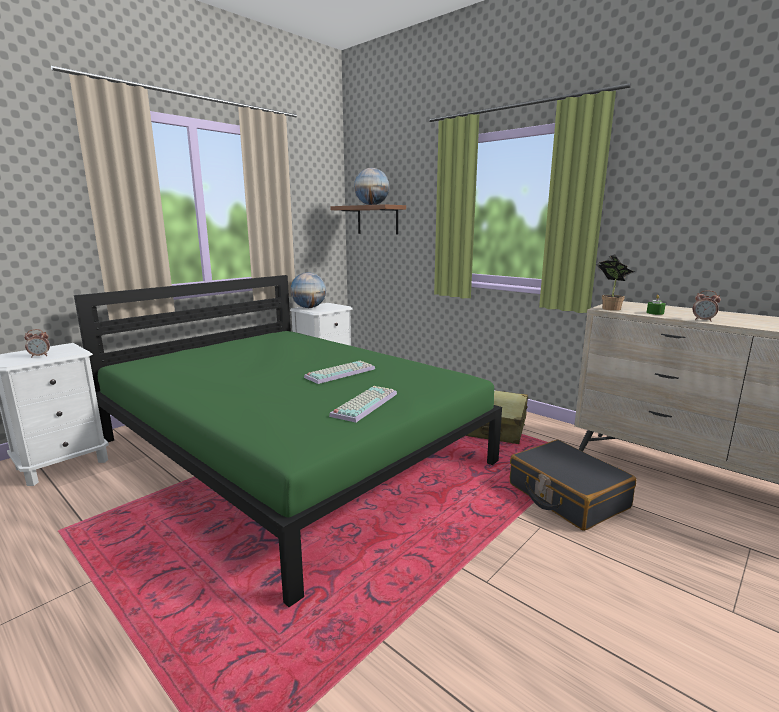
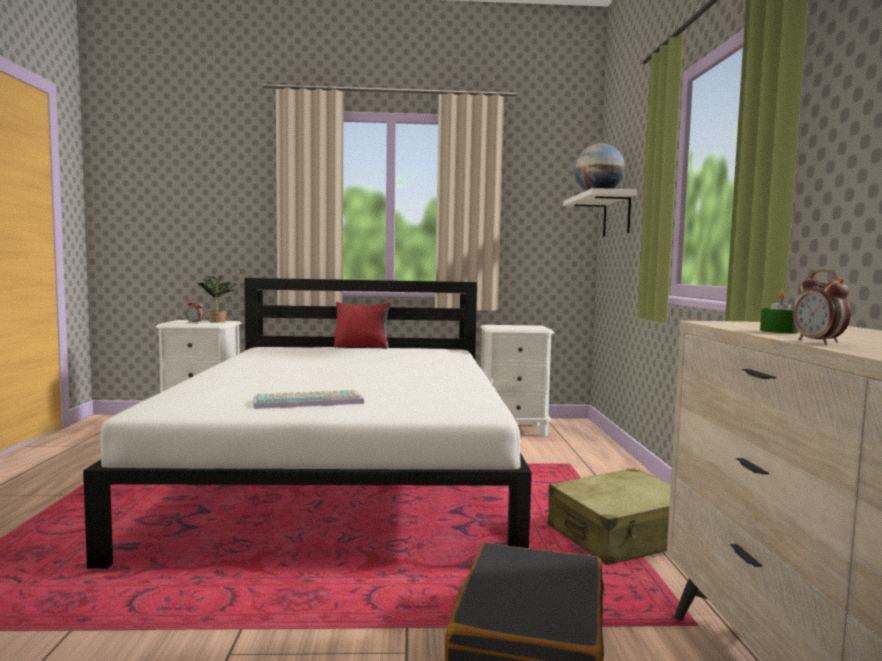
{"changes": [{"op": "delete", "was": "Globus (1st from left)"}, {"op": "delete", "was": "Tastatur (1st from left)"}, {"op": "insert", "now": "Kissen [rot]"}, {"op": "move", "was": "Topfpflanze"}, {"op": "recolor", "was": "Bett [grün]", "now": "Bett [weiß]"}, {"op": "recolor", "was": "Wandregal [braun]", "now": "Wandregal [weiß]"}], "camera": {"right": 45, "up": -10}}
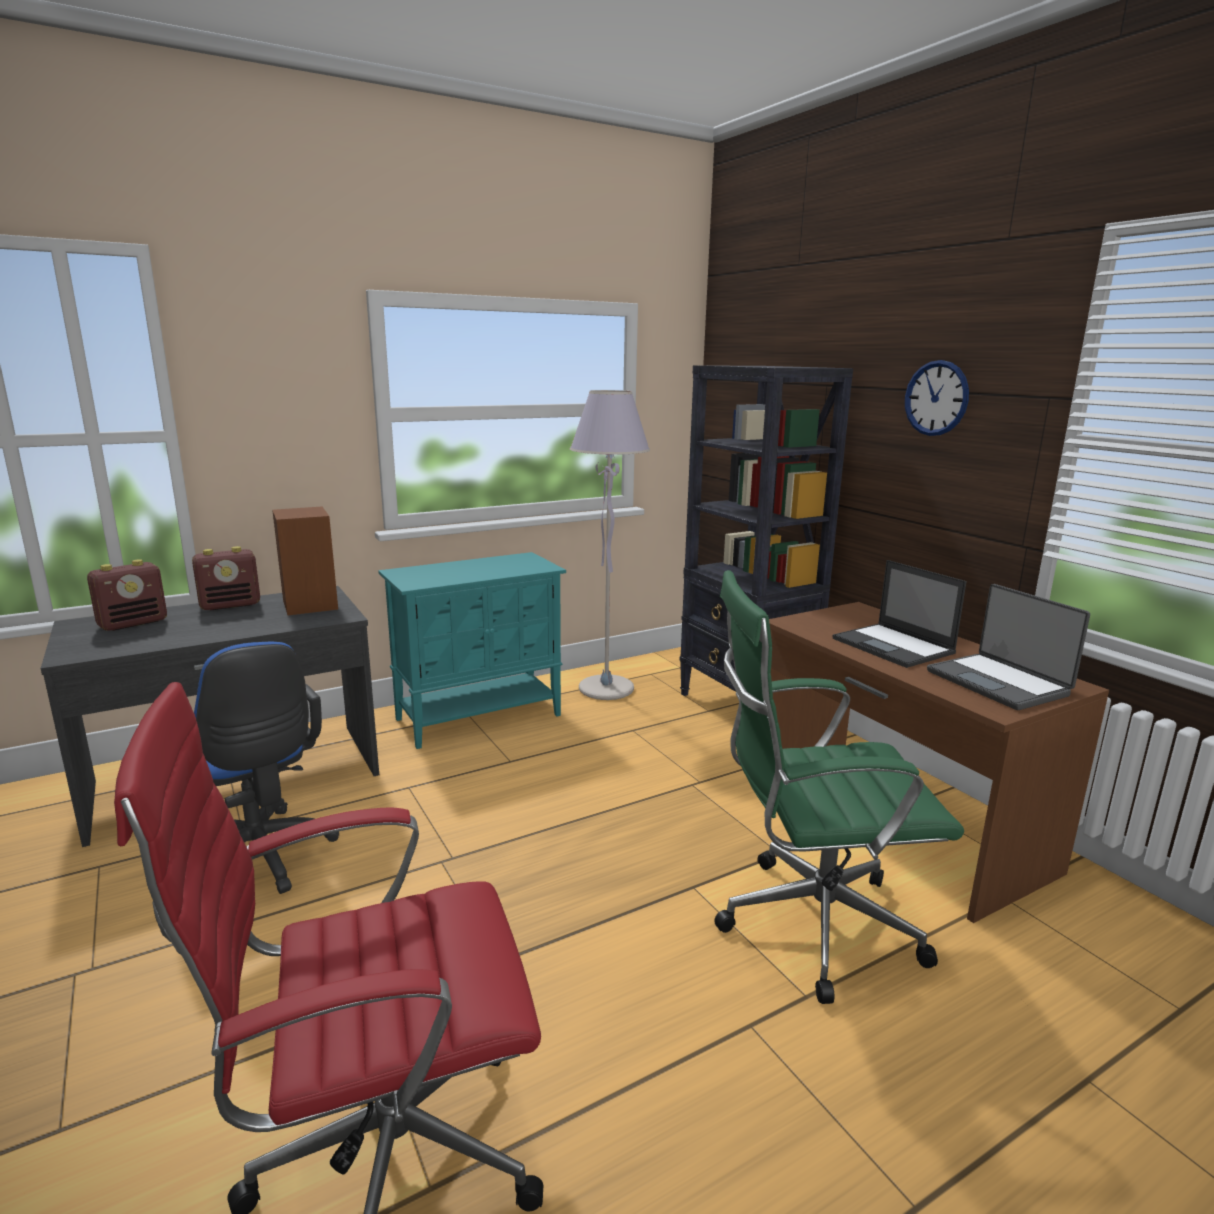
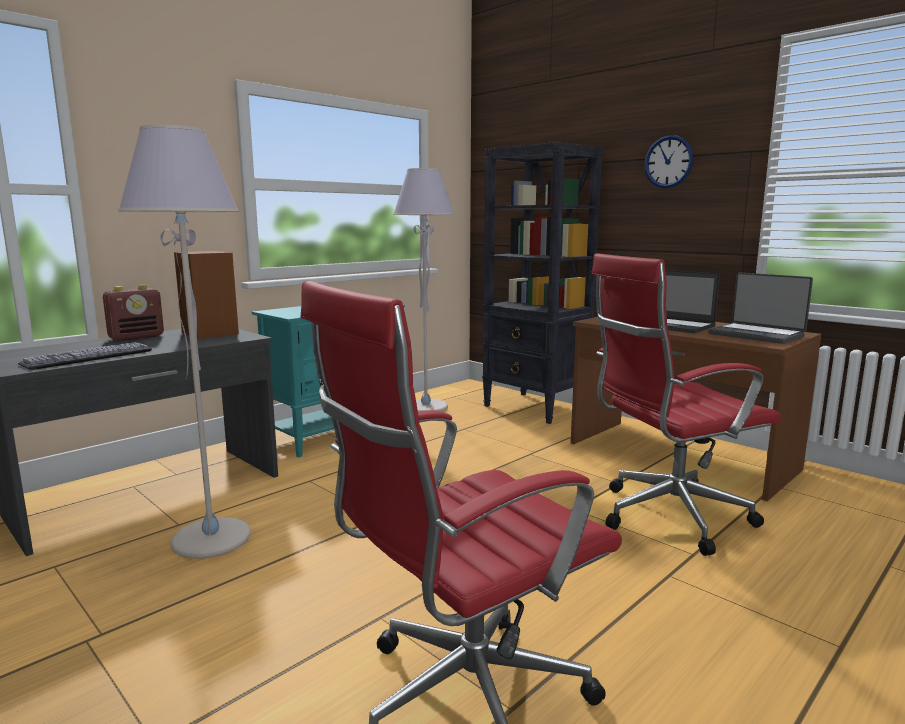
{"changes": [{"op": "delete", "was": "Radio (1st from left)"}, {"op": "insert", "now": "Tastatur"}, {"op": "replace", "was": "Bürostuhl [blau]", "now": "Stehlampe [grau] (1st from left)"}, {"op": "recolor", "was": "Bürostuhl [grün]", "now": "Bürostuhl [rot] (2nd from left)"}], "camera": {"right": -15, "up": -5}}
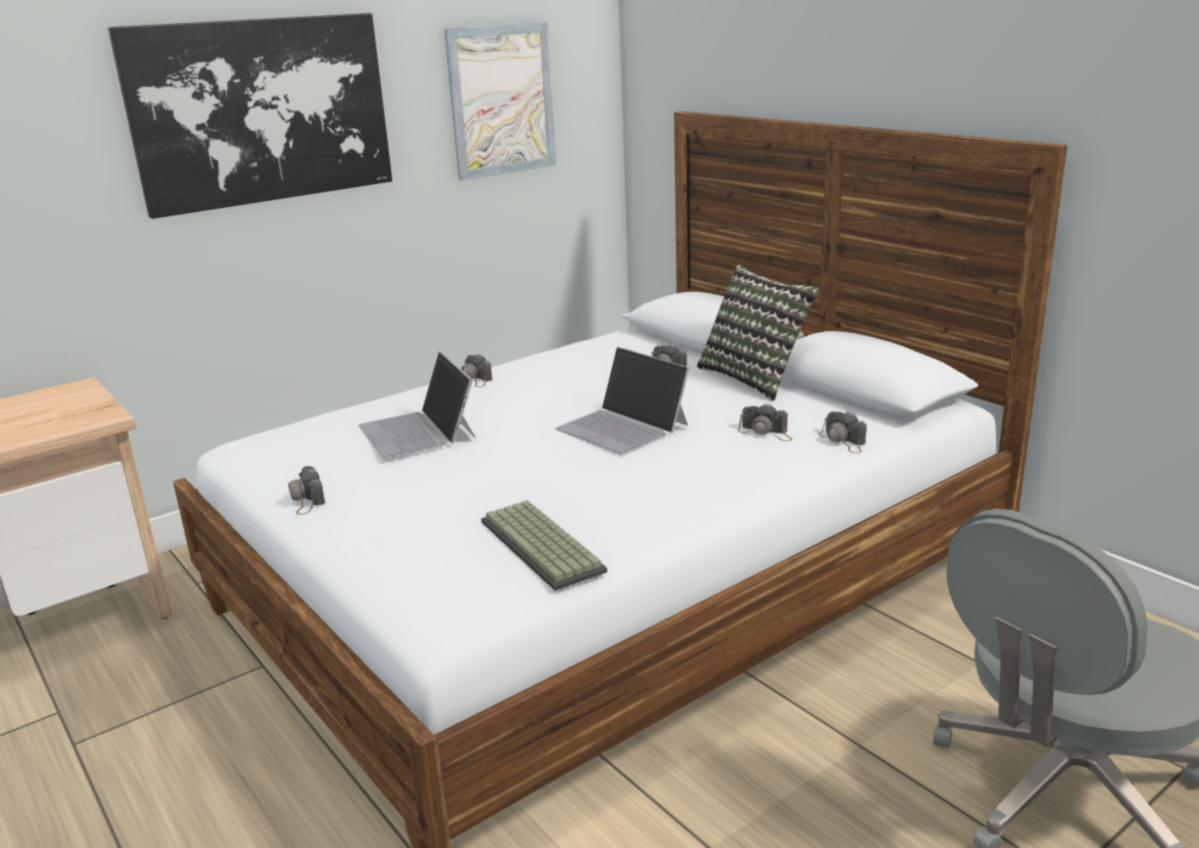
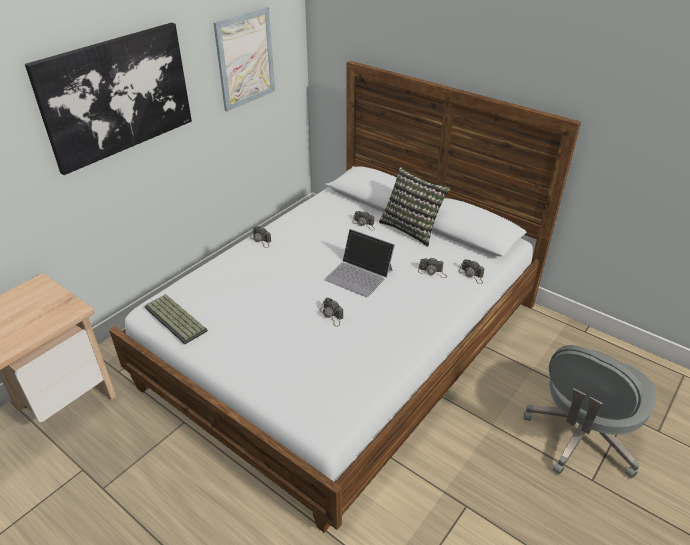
{"changes": [{"op": "delete", "was": "Laptop (1st from left)"}, {"op": "move", "was": "Kamera (1st from left in the first image)", "now": "Kamera (2nd from left)"}, {"op": "move", "was": "Tastatur"}], "camera": {"right": -15, "up": 15}}
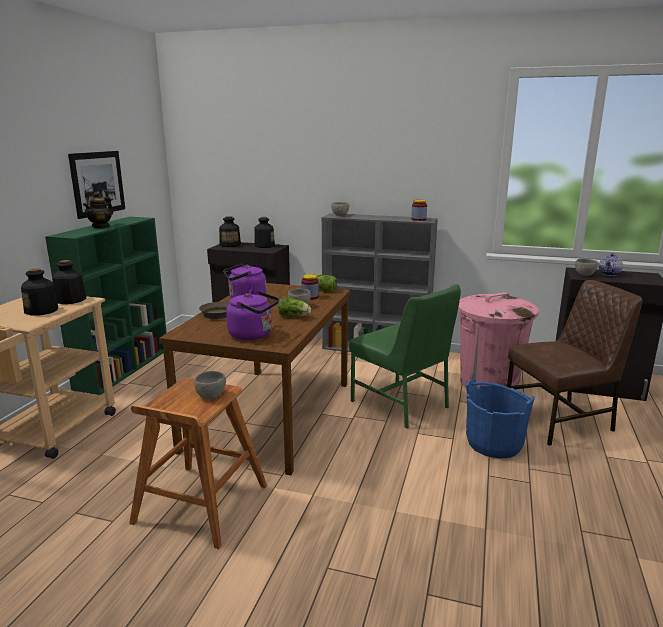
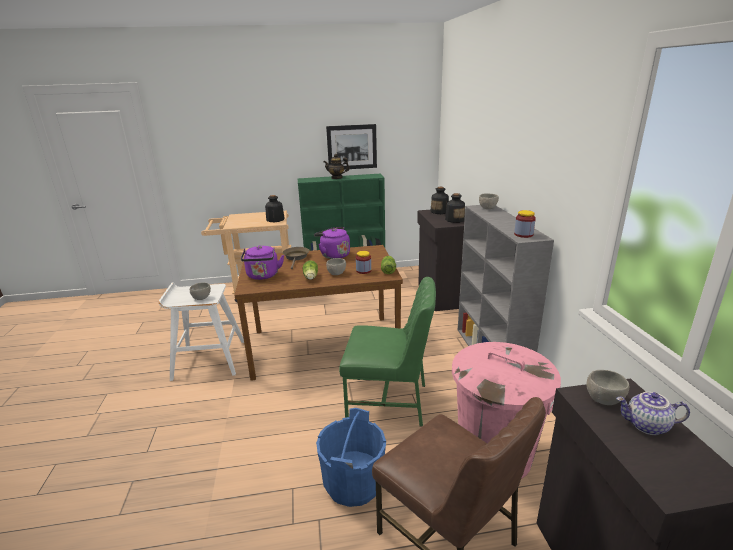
{"changes": [{"op": "delete", "was": "Flasche (1st from left)"}, {"op": "recolor", "was": "Hocker [braun]", "now": "Hocker [weiß]"}, {"op": "rotate", "was": "Stuhl [grün]", "clockwise": -105}], "camera": {"right": 65, "up": 5}}
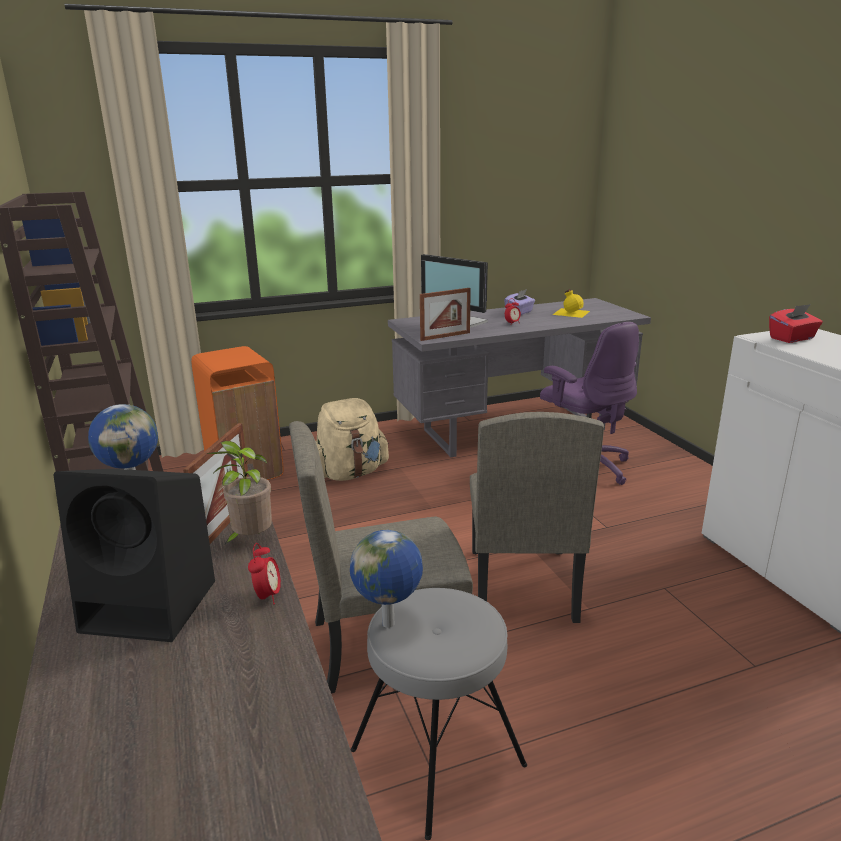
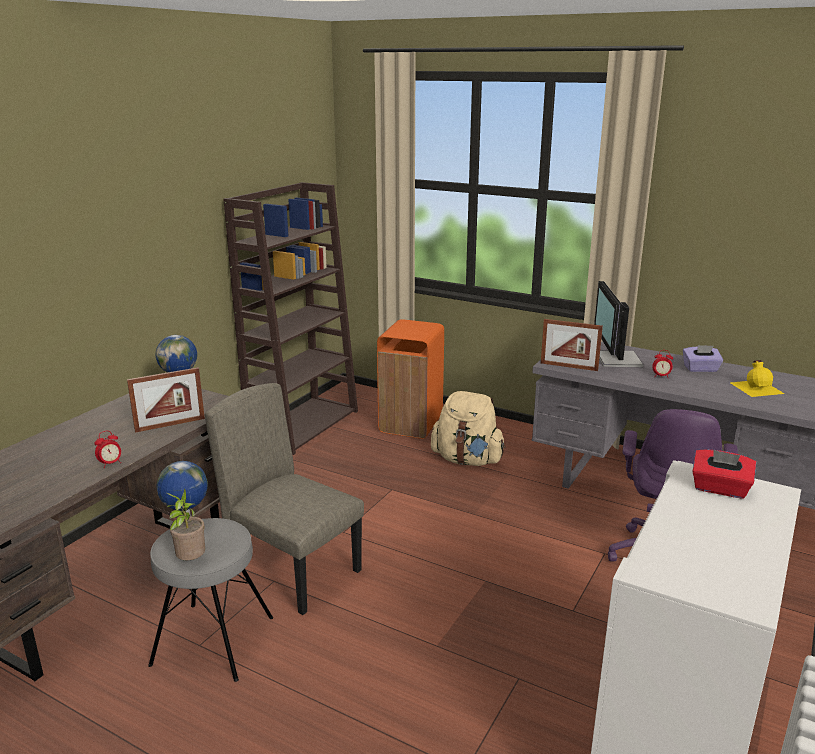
{"changes": [{"op": "delete", "was": "Lautsprecher [schwarz]"}, {"op": "delete", "was": "Stuhl [beige] (2nd from left)"}, {"op": "move", "was": "Topfpflanze"}], "camera": {"right": 50, "up": 0}}
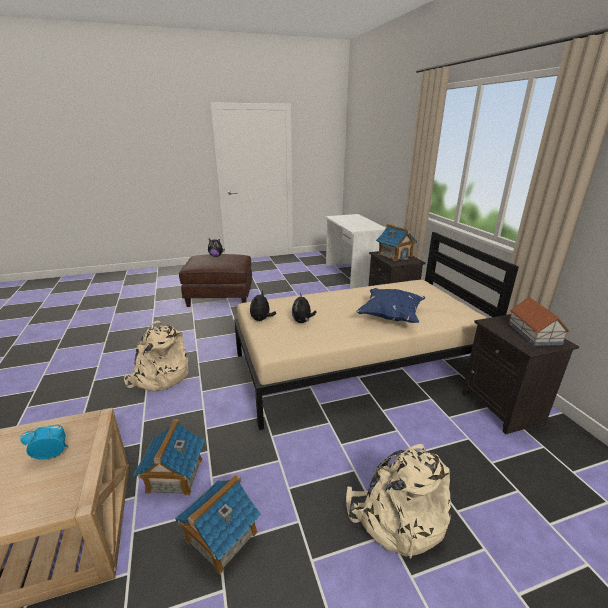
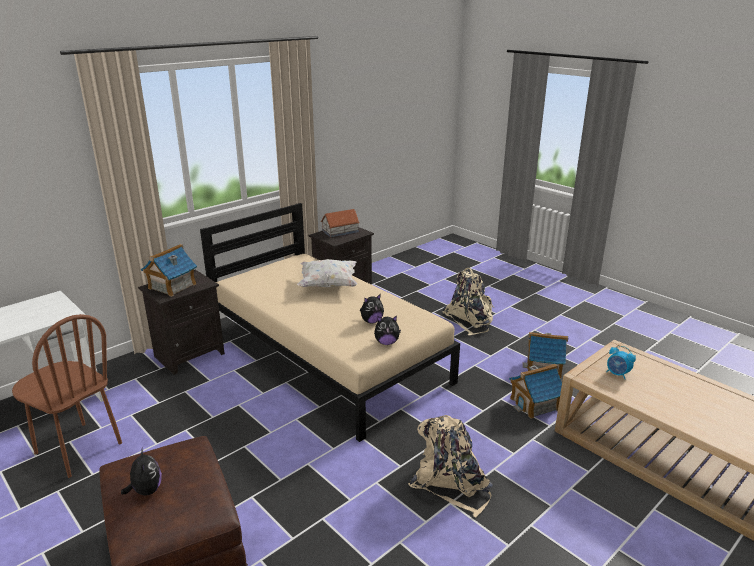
{"changes": [{"op": "insert", "now": "Stuhl [braun]"}, {"op": "recolor", "was": "Kissen [blau]", "now": "Kissen [weiß]"}], "camera": {"right": -115, "up": 0}}
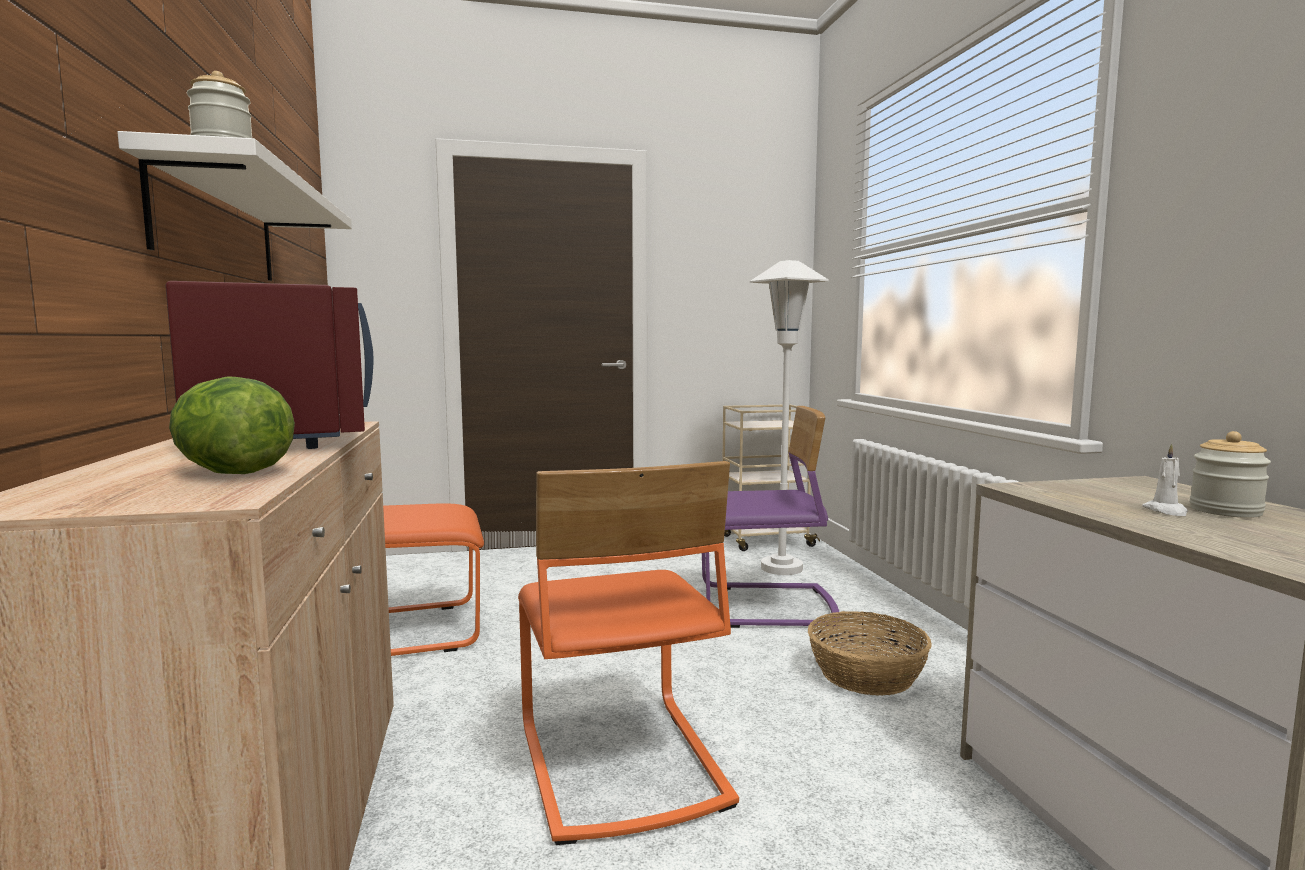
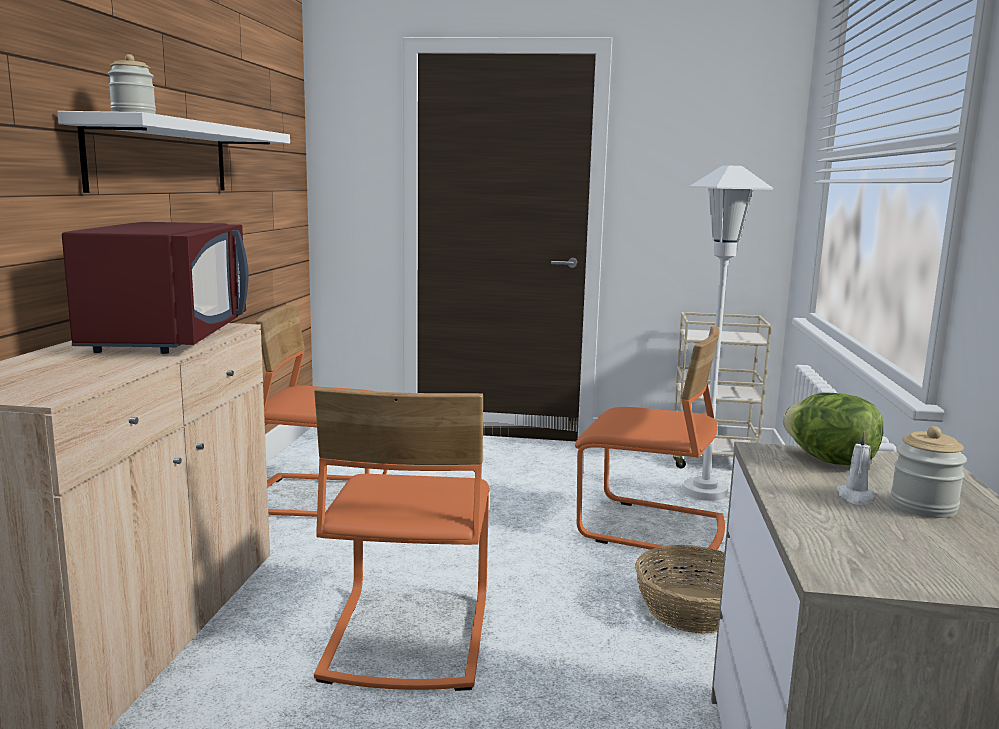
{"changes": [{"op": "move", "was": "Salatkopf"}, {"op": "recolor", "was": "Stuhl [lila]", "now": "Stuhl [orange] (3rd from left)"}], "camera": {"right": 20, "up": 5}}
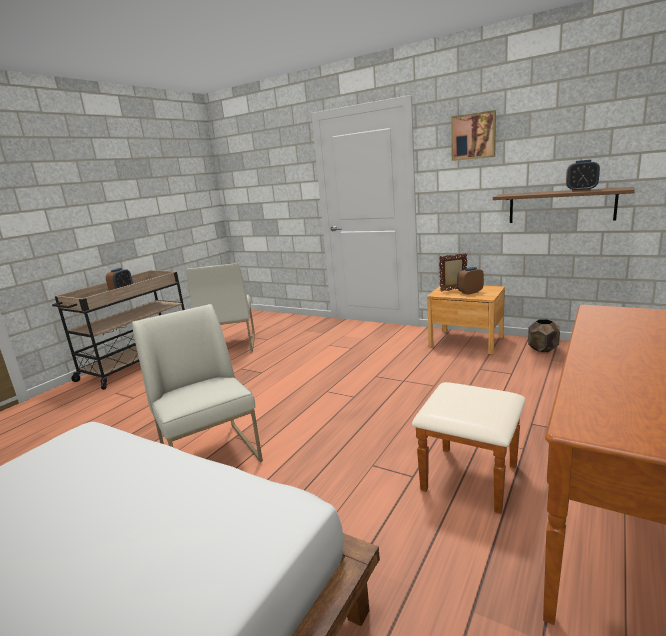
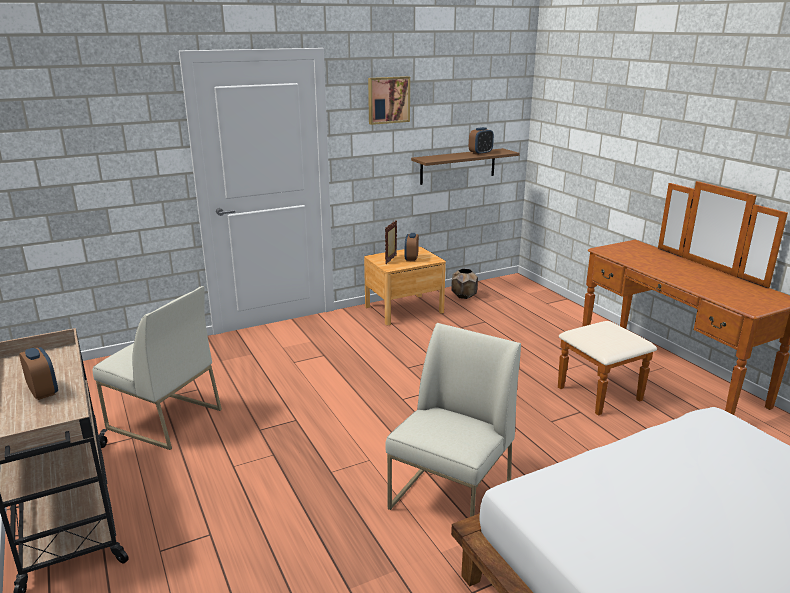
{"changes": [{"op": "rotate", "was": "Stuhl [weiß] (1st from left in the first image)", "clockwise": 120}], "camera": {"right": -60, "up": 5}}
